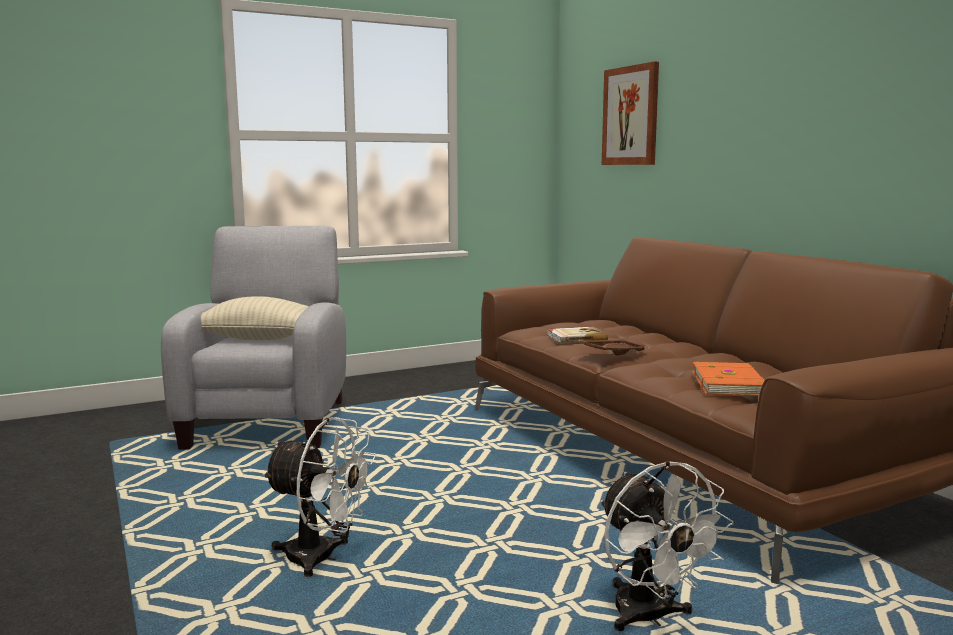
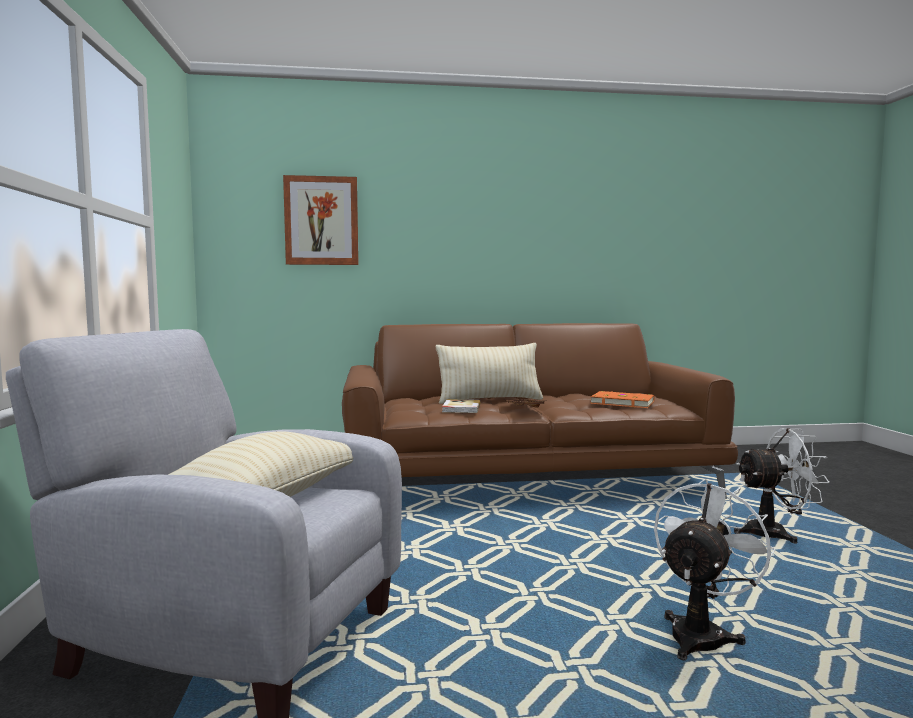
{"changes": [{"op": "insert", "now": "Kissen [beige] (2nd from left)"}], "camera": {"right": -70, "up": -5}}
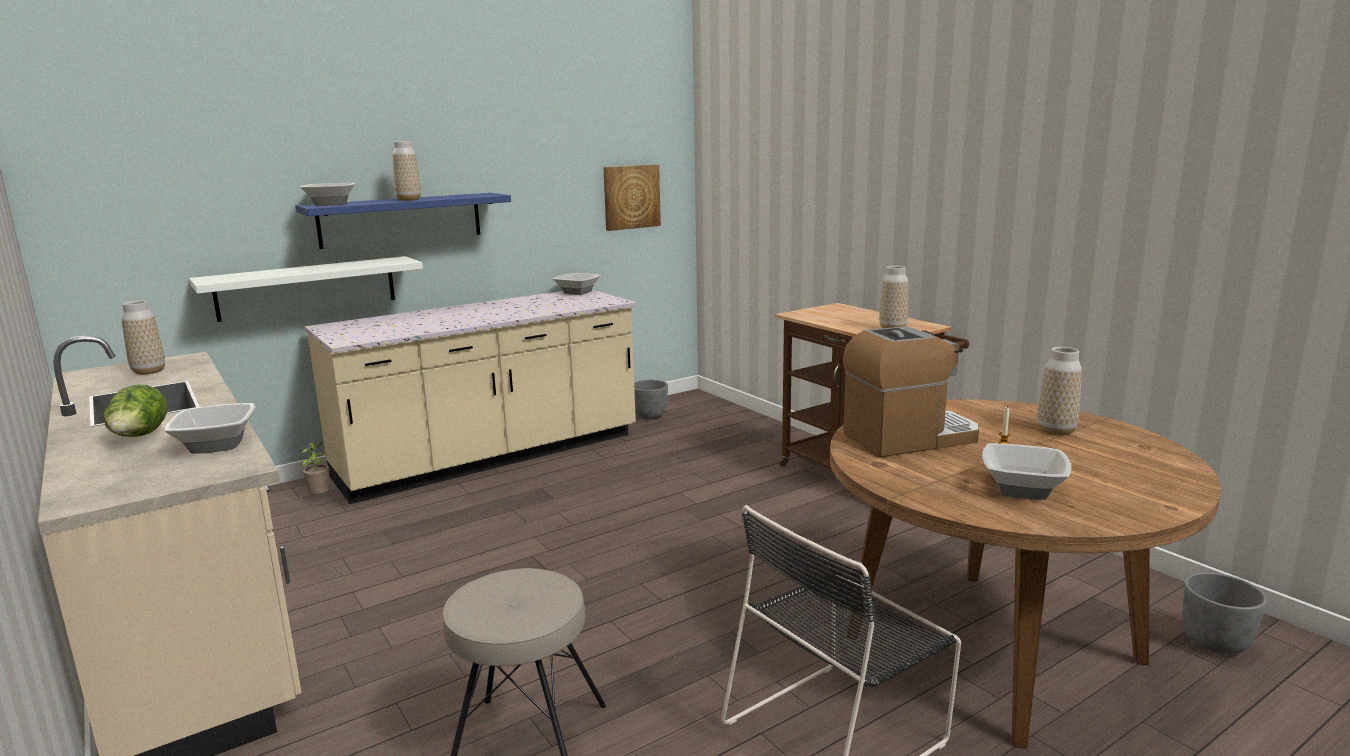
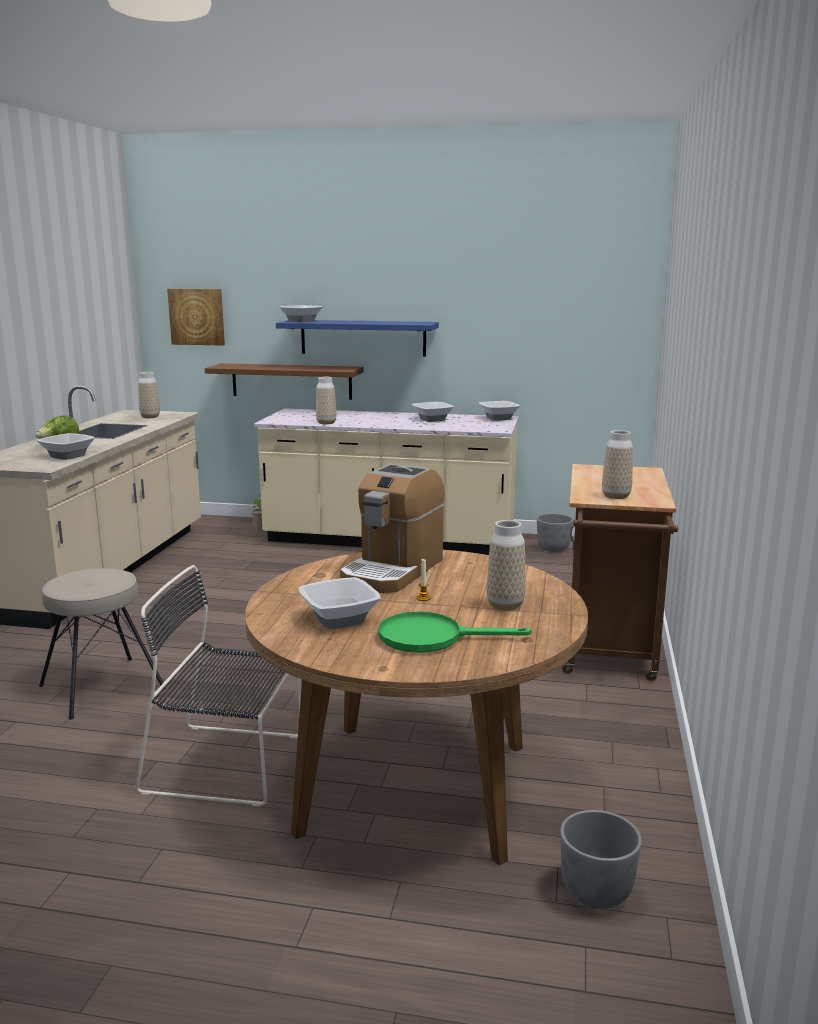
{"changes": [{"op": "insert", "now": "Pfanne [grün]"}, {"op": "insert", "now": "Schüssel (4th from left)"}, {"op": "move", "was": "Vase (2nd from left)"}, {"op": "move", "was": "Bild"}, {"op": "recolor", "was": "Wandregal [weiß]", "now": "Wandregal [braun]"}, {"op": "rotate", "was": "Kaffeemaschine", "clockwise": 90}], "camera": {"right": 45, "up": 0}}
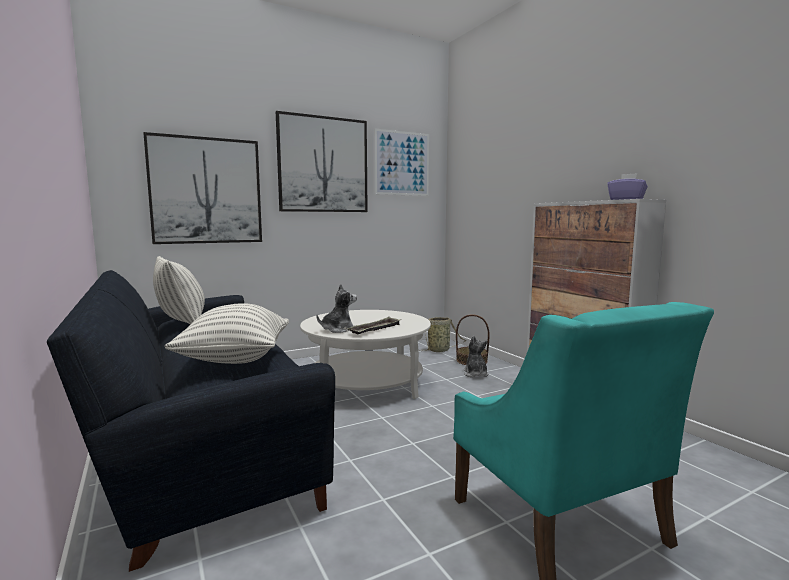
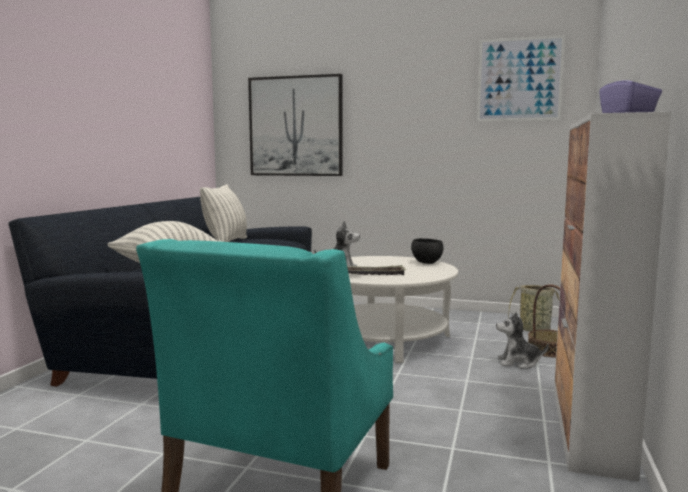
{"changes": [{"op": "delete", "was": "Bild (2nd from left)"}, {"op": "insert", "now": "Schüssel [schwarz]"}, {"op": "rotate", "was": "Plüschtier (2nd from left)", "clockwise": -120}], "camera": {"right": 45, "up": 0}}
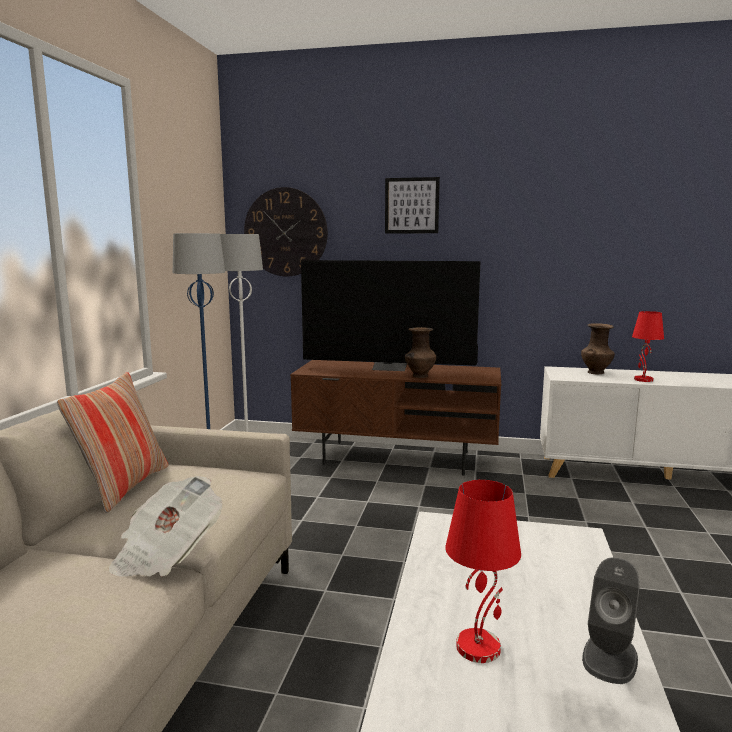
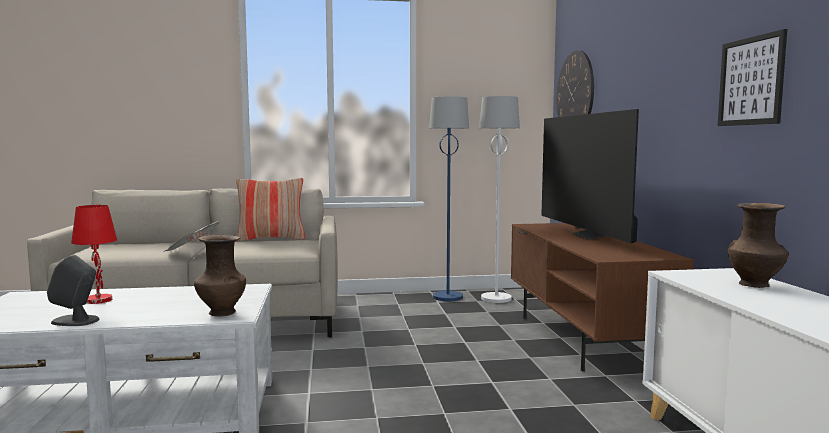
{"changes": [{"op": "delete", "was": "Tischlampe [rot] (2nd from left)"}, {"op": "move", "was": "Bild"}, {"op": "move", "was": "Vase [braun] (1st from left)"}], "camera": {"right": 70, "up": -5}}
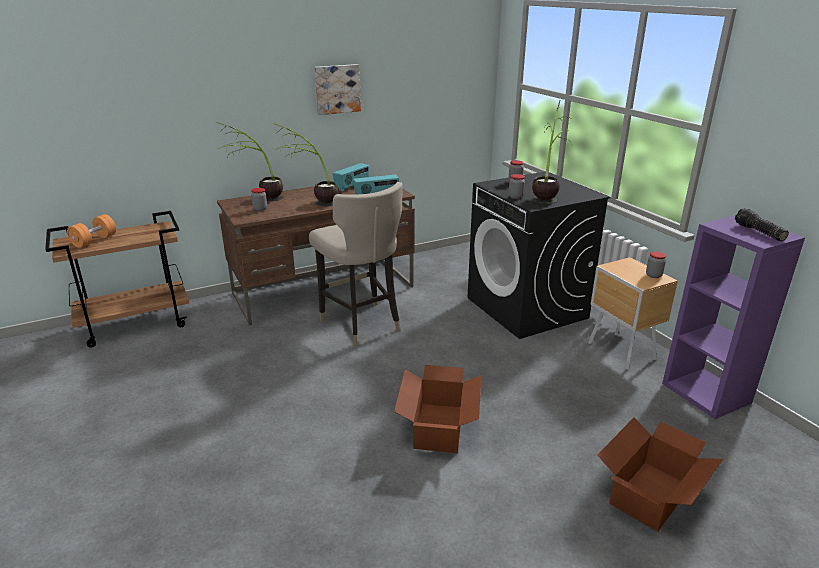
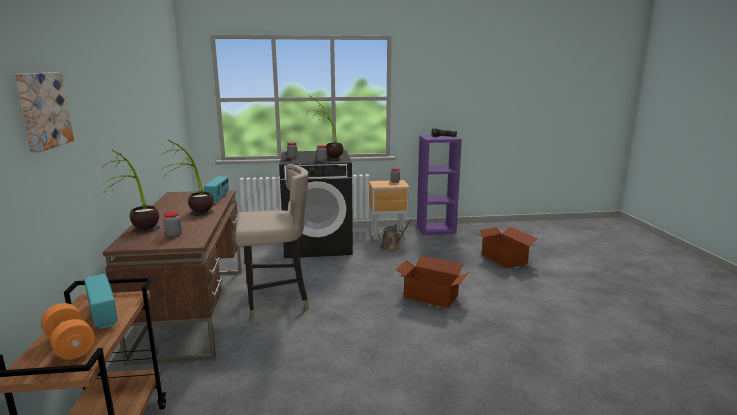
{"changes": [{"op": "insert", "now": "Gießkanne [braun]"}, {"op": "move", "was": "Bild"}, {"op": "move", "was": "Radio (1st from left)"}], "camera": {"right": -70, "up": -10}}
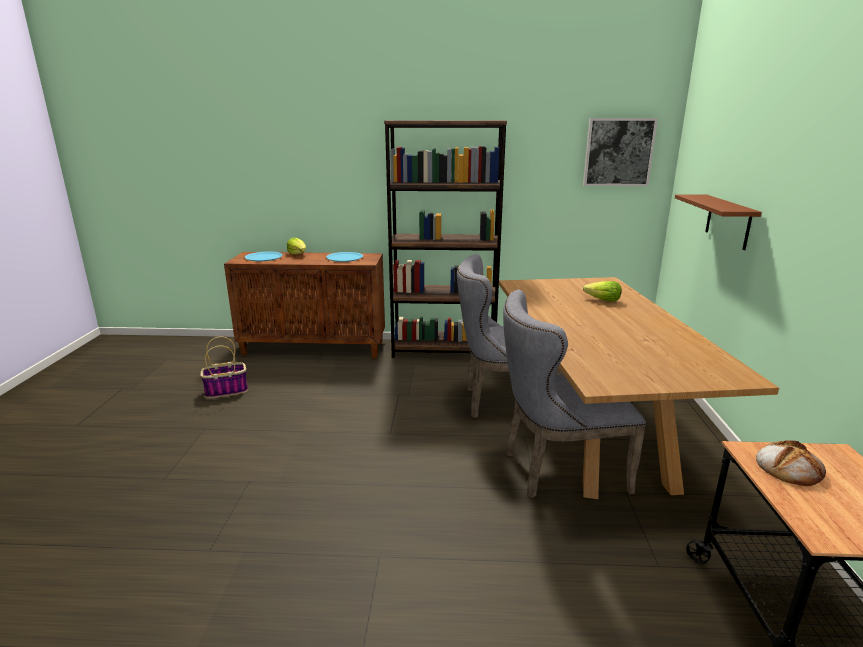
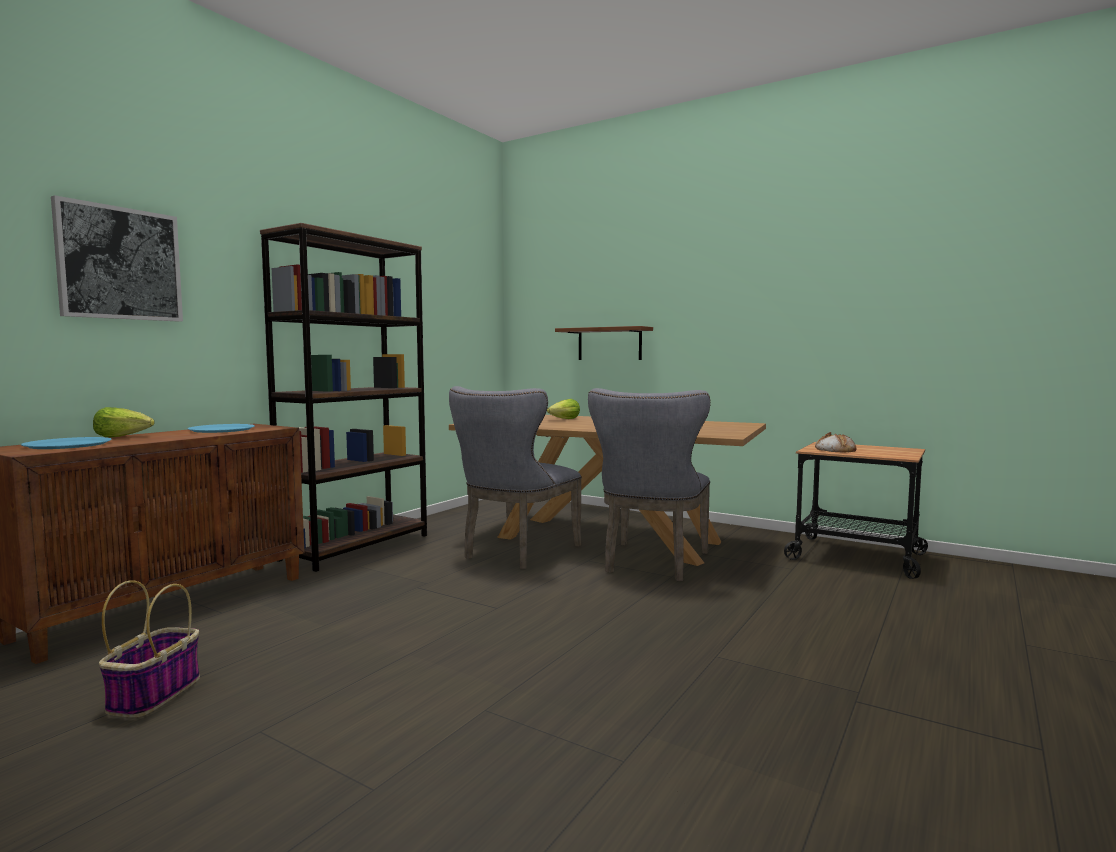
{"changes": [{"op": "move", "was": "Bild"}], "camera": {"right": -60, "up": -15}}
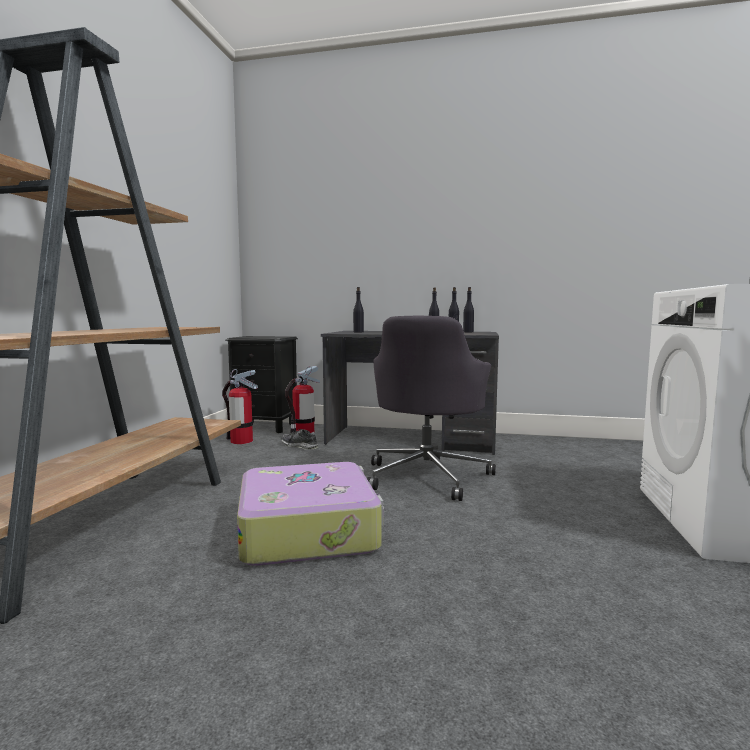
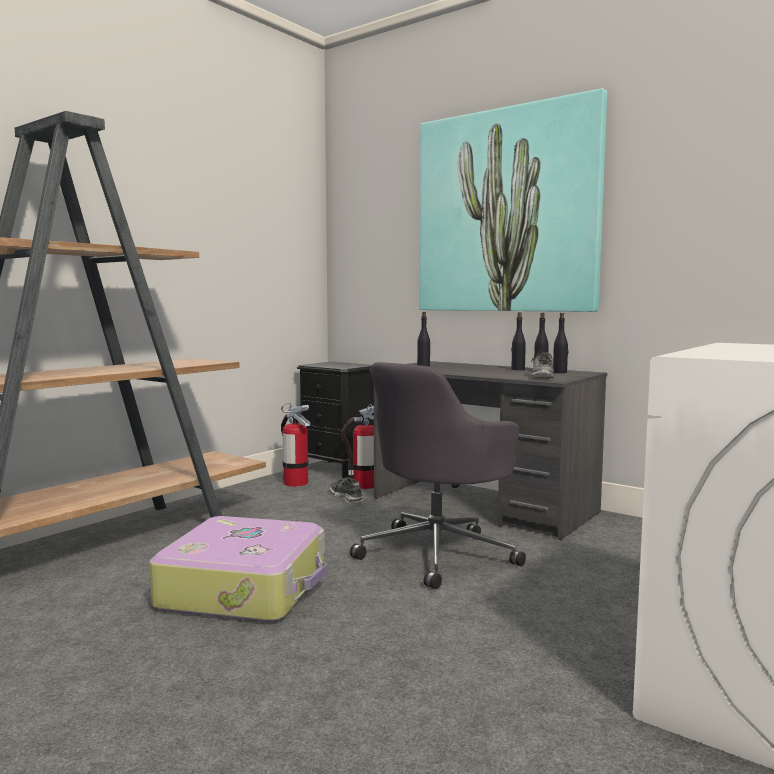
{"changes": [{"op": "insert", "now": "Bild"}, {"op": "insert", "now": "Schuh (2nd from left)"}], "camera": {"right": 25, "up": 0}}
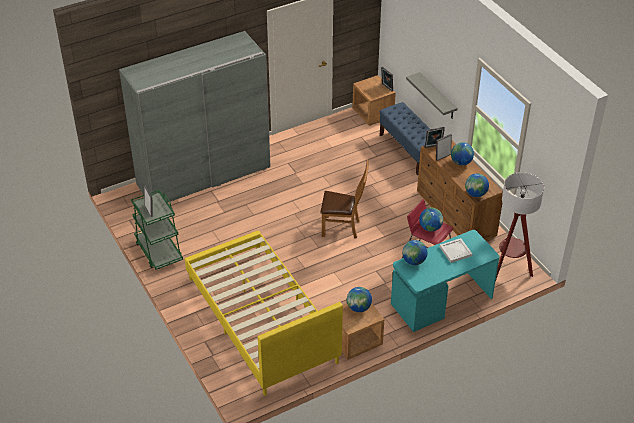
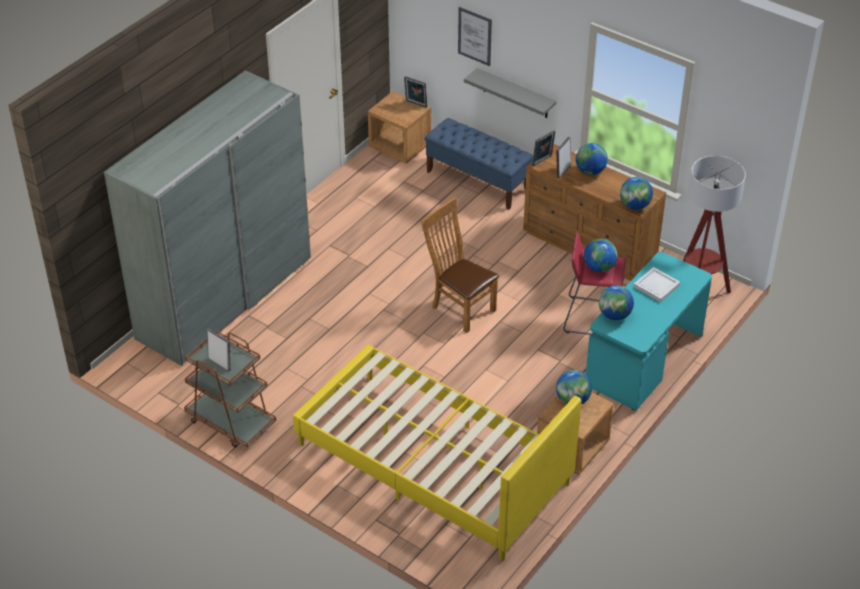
{"changes": [{"op": "insert", "now": "Bild"}, {"op": "recolor", "was": "Rollwagen [grün]", "now": "Rollwagen [braun]"}, {"op": "rotate", "was": "Stuhl [braun]", "clockwise": -120}], "camera": {"right": -25, "up": 0}}
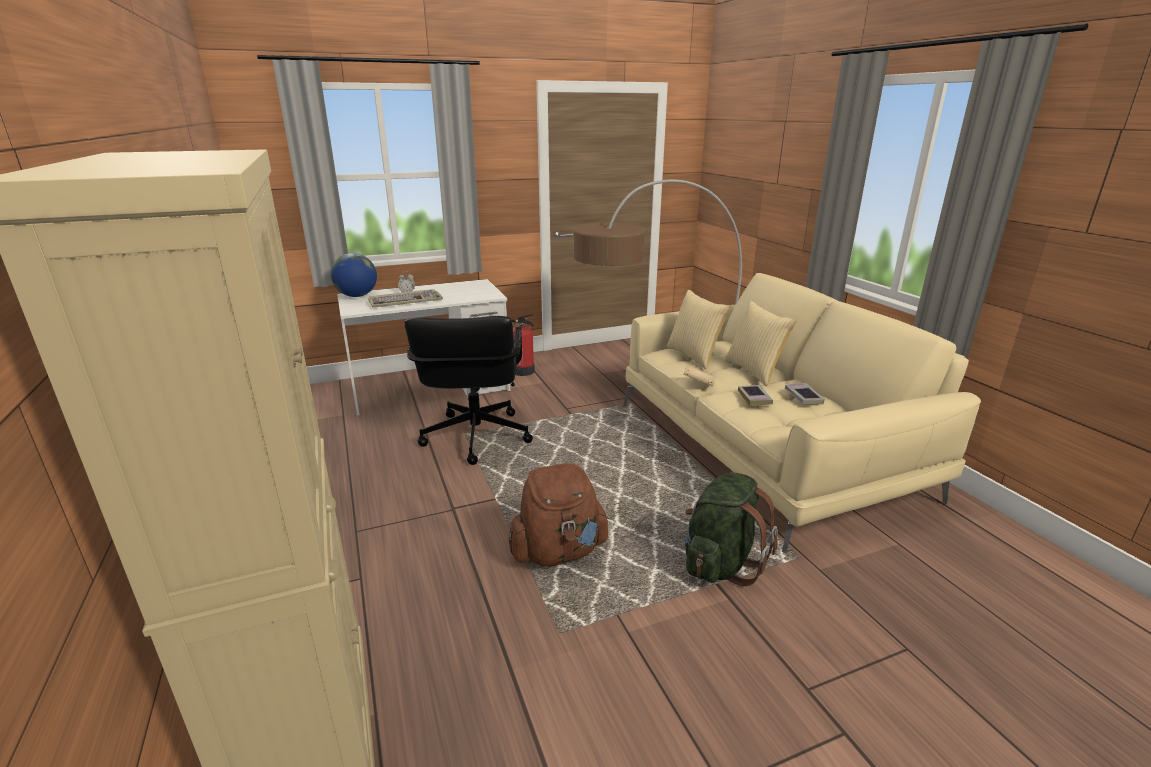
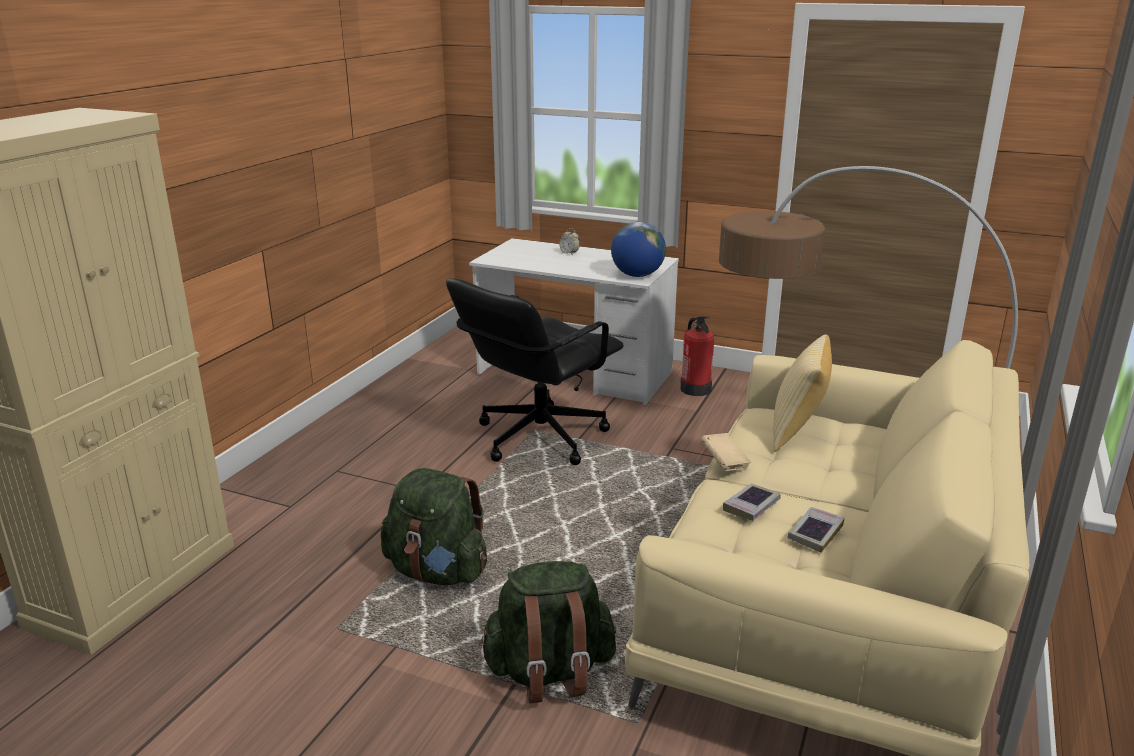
{"changes": [{"op": "delete", "was": "Tastatur"}, {"op": "delete", "was": "Kissen (2nd from left)"}, {"op": "move", "was": "Globus"}, {"op": "recolor", "was": "Rucksack [braun]", "now": "Rucksack [grün] (1st from left)"}], "camera": {"right": 45, "up": 0}}
